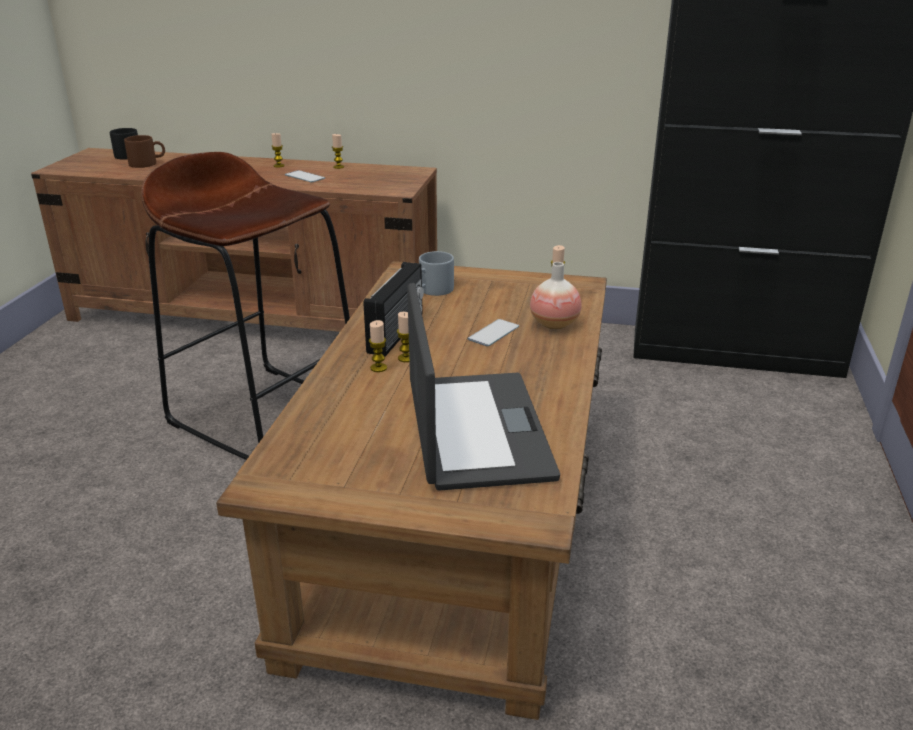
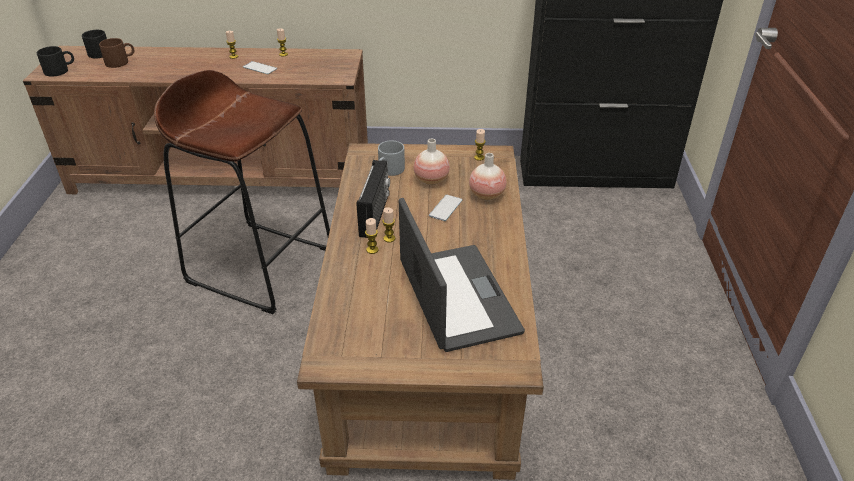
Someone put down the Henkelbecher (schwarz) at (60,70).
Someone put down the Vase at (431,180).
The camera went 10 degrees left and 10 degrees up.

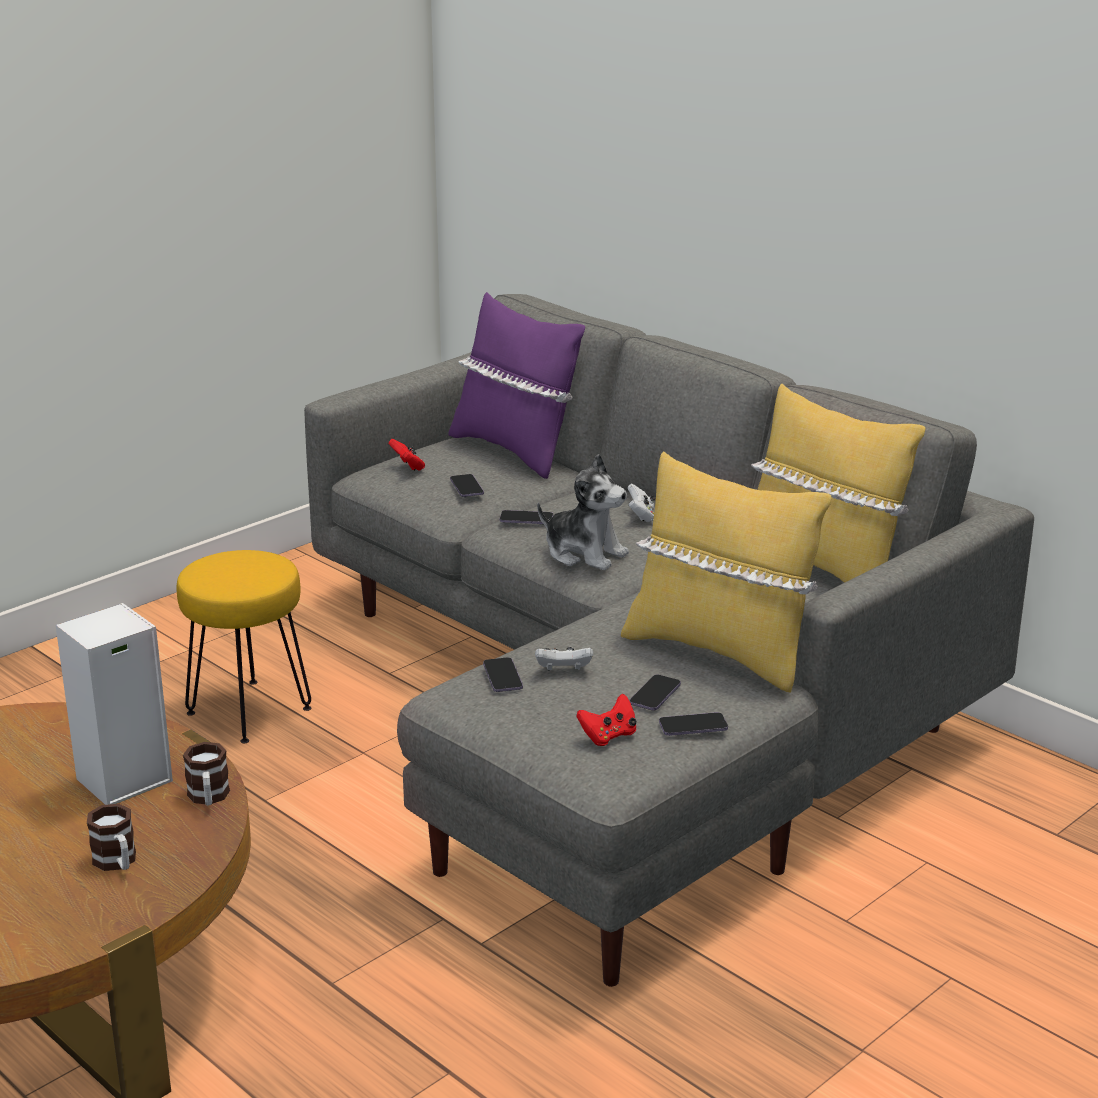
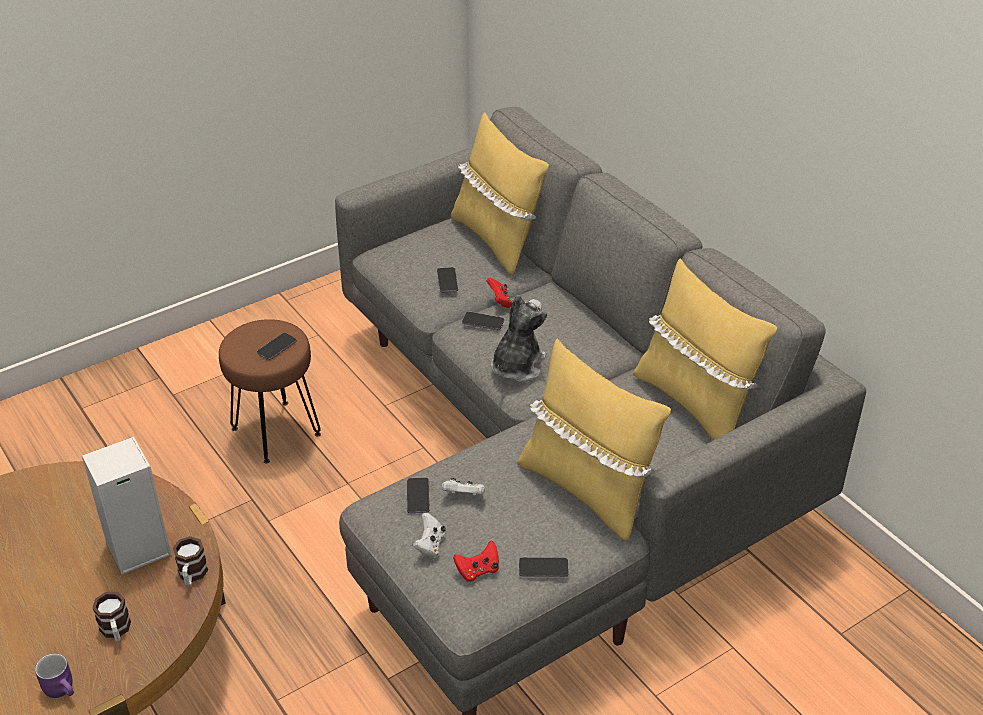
Someone put down the Henkelbecher (lila) at (63,688).
Someone repainted the Hocker (gelb) at (249,710), which became the Hocker (braun) at (276,431).
Someone carried the Handy from (655,694) to (277,347).
Someone carried the Gamepad (weiß) from (641,516) to (430,545).
Someone repainted the Kissen (lila) at (515,451), which became the Kissen (gelb) at (497,240).
Someone carried the Gamepad (rot) from (408,467) to (500,301).
Someone rotated the Plüschtier at (584,553) by 105 degrees counterclockwise.
The camera went 10 degrees right and 15 degrees up.

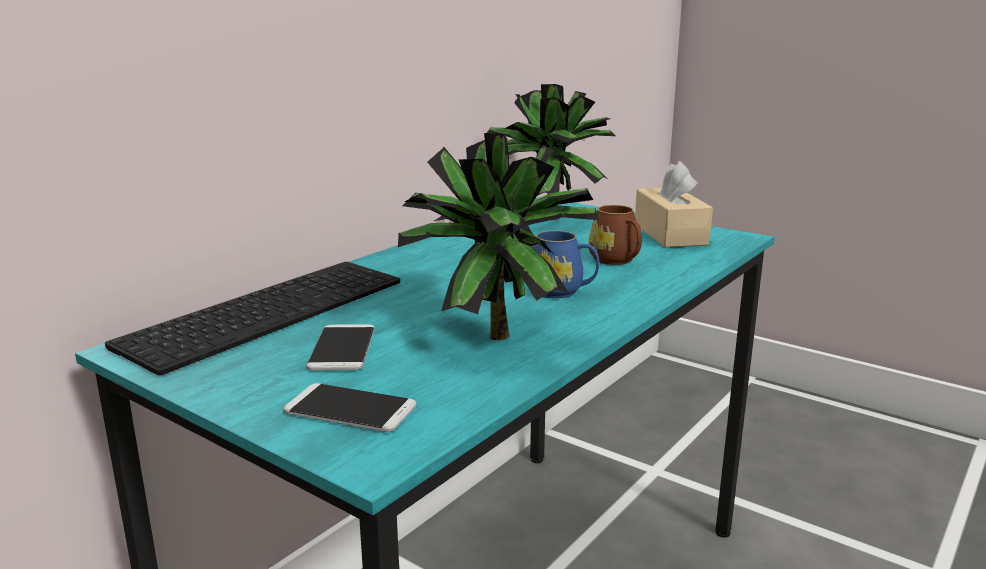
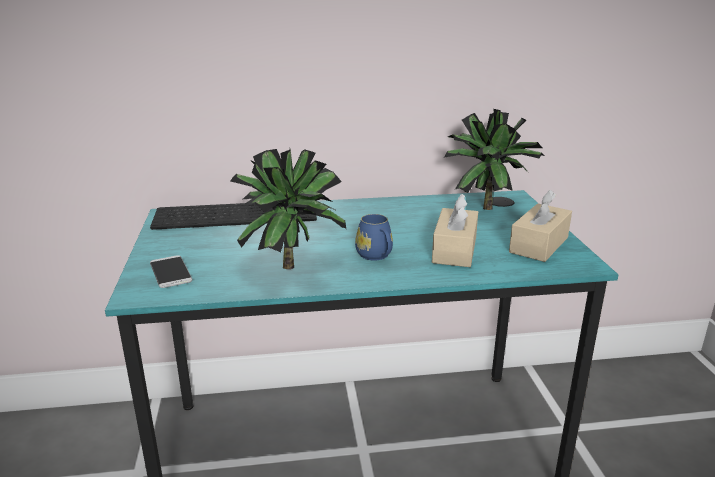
Someone swapped the Henkelbecher (braun) at (617,261) for the Taschentuchbox (beige) at (454,250).
Someone took away the Handy at (342,348).
The camera went 45 degrees right and 5 degrees up.

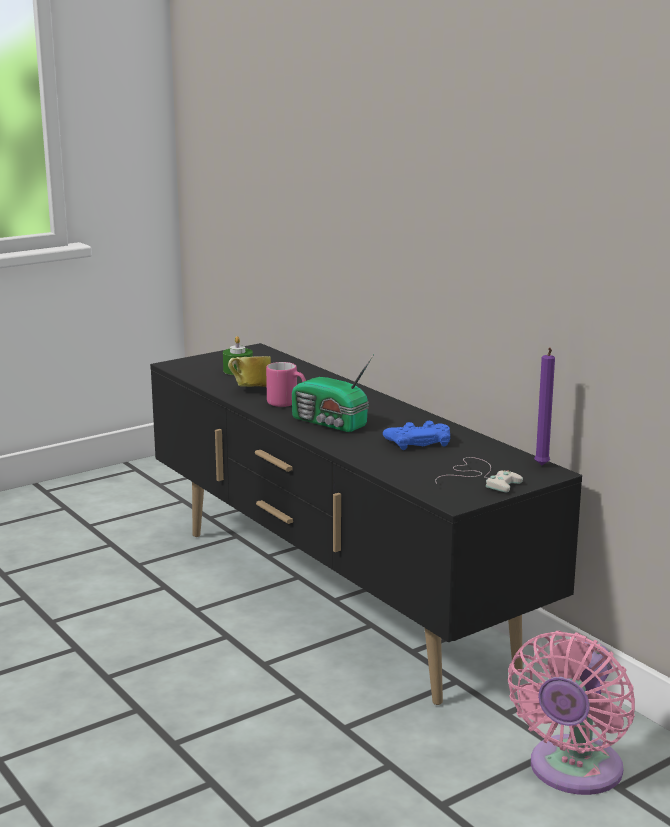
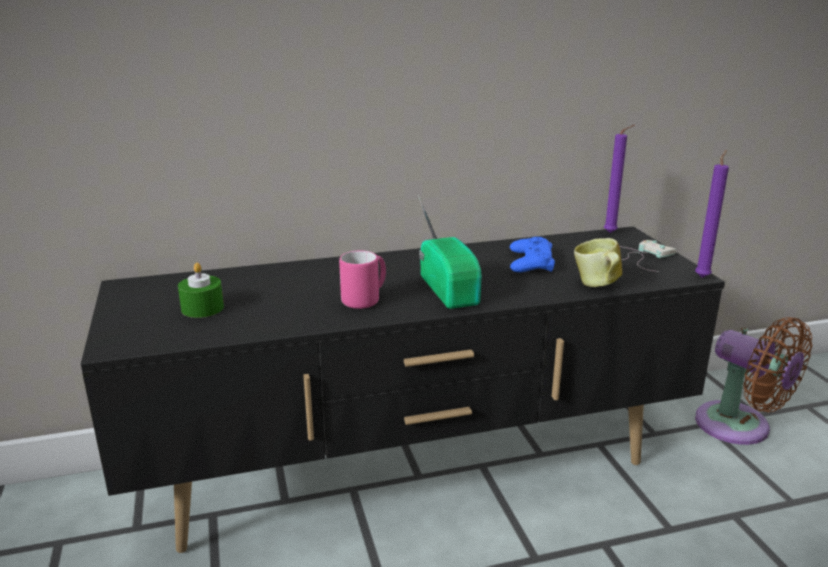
Someone rotated the Radio at (330,423) by 75 degrees counterclockwise.
Someone carried the Henkelbecher from (249,390) to (597,286).
Someone put down the Kerze (lila) at (703,277).
Someone repainted the Ventilator (rosa) at (572,772), which became the Ventilator (braun) at (739,427).
The camera went 70 degrees left and 5 degrees up.

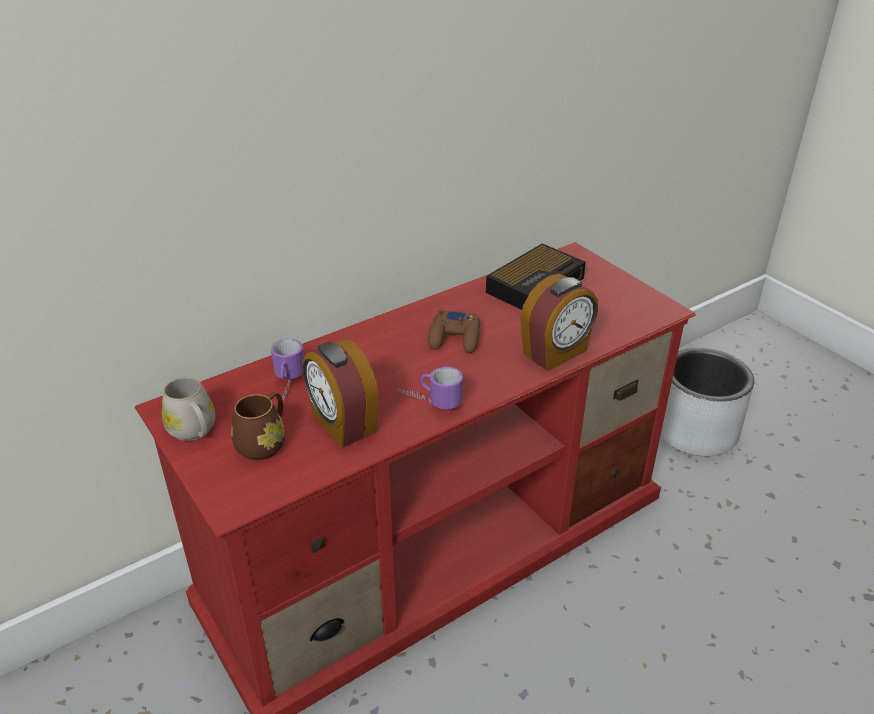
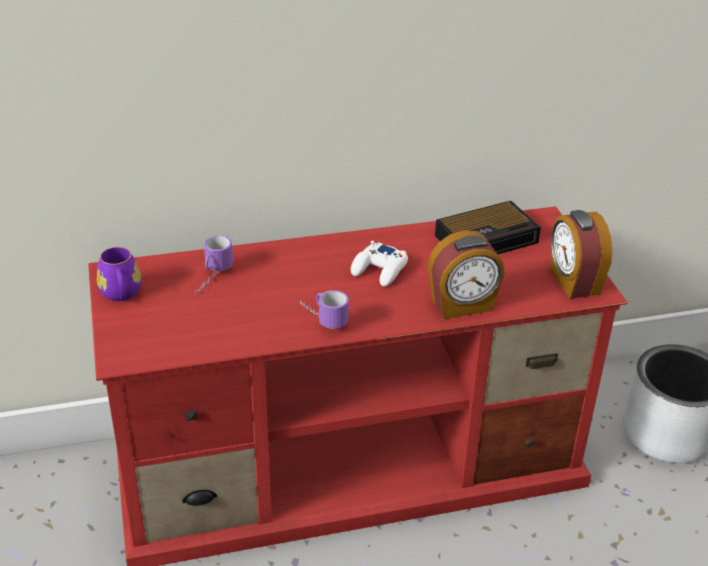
Someone repainted the Henkelbecher (weiß) at (194,432), which became the Henkelbecher (lila) at (121,295).
Someone repainted the Gamepad (braun) at (455,338), which became the Gamepad (weiß) at (380,270).
Someone carried the Wecker from (342,424) to (573,282).
Someone took away the Henkelbecher (braun) at (264,442).
The camera went 20 degrees right and 0 degrees up.

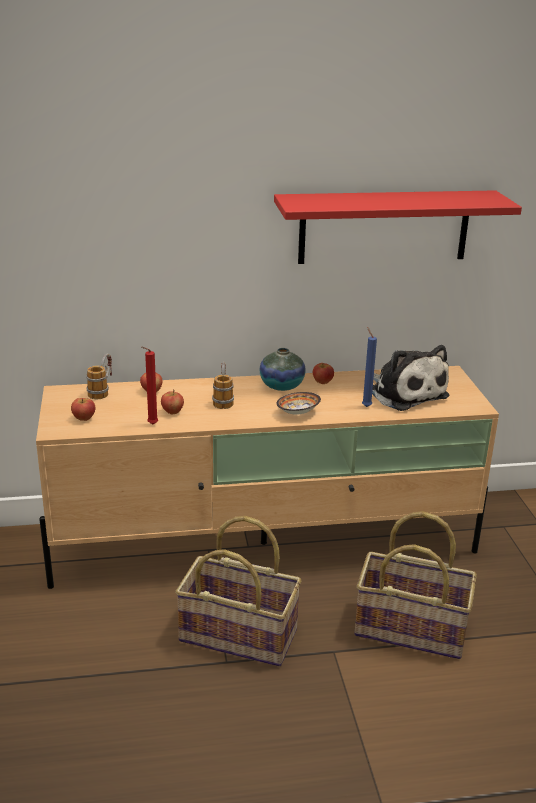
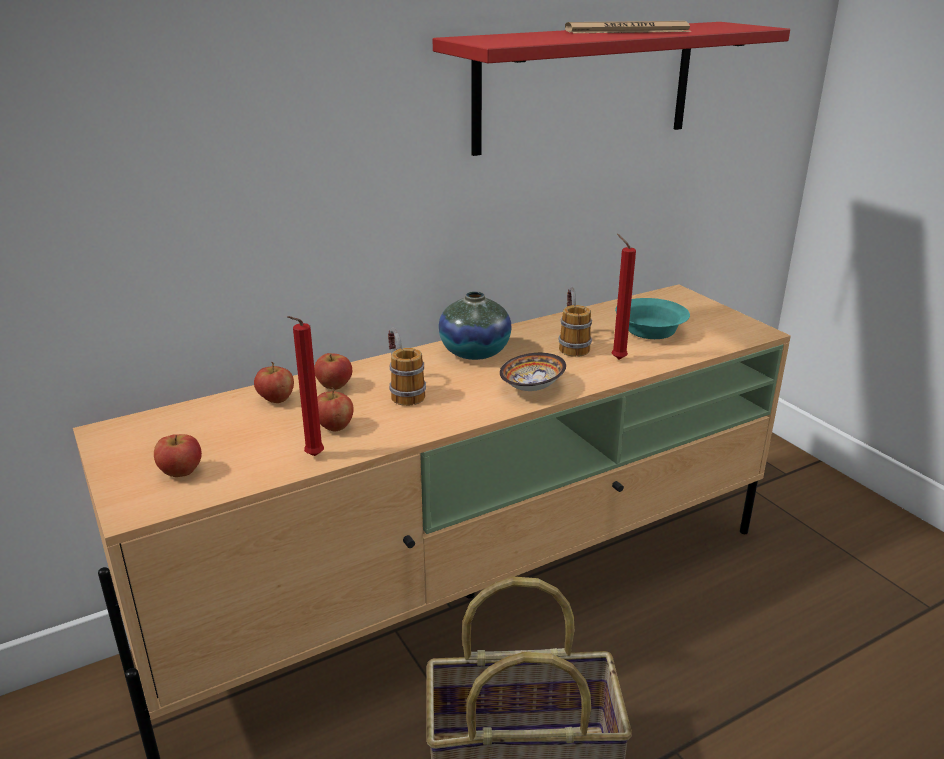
Someone carried the Apfel from (322,382) to (334,386).
Someone carried the Henkelbecher from (102,390) to (572,343).
Someone put down the Zeitung at (627,31).
Someone repainted the Kerze (blau) at (365,406), which became the Kerze (rot) at (616,358).
Someone swapped the Plüschtier at (405,392) for the Schüssel (türkis) at (649,330).
Someone took away the Korb at (411,628).
The camera went 20 degrees left and 0 degrees up.

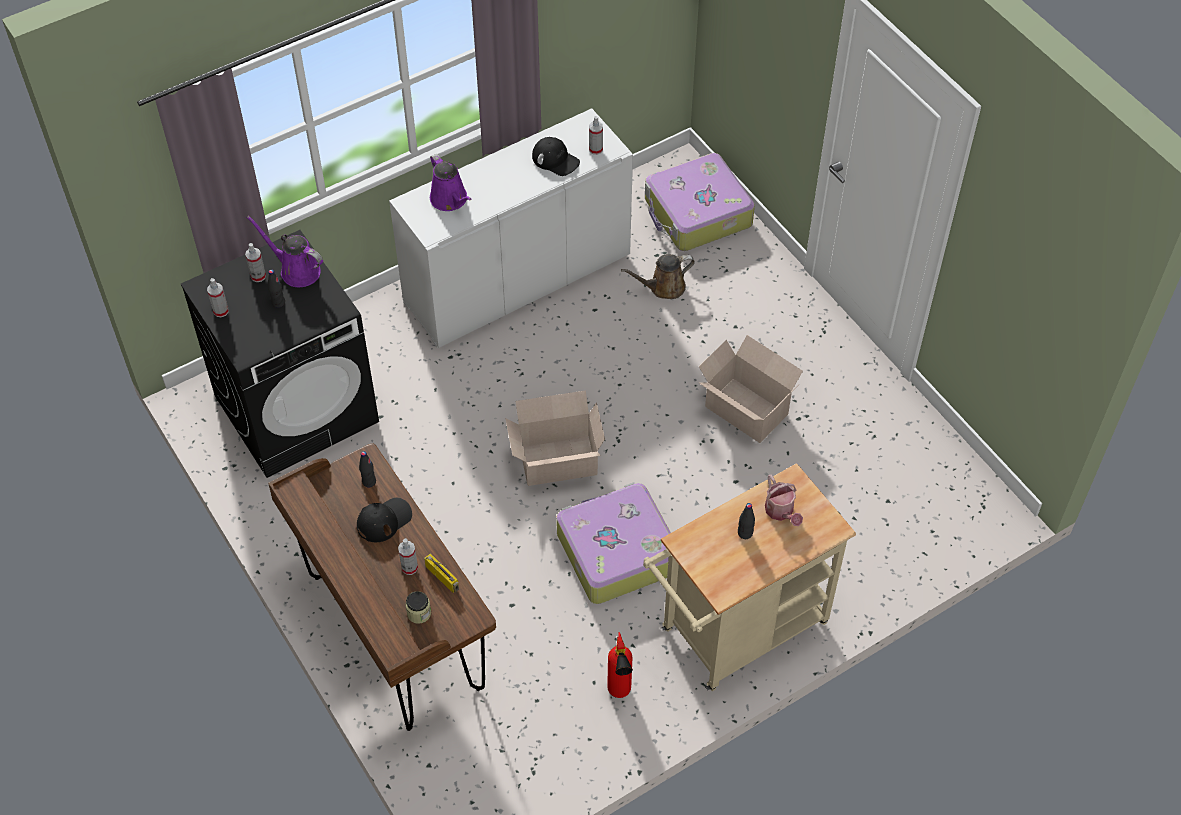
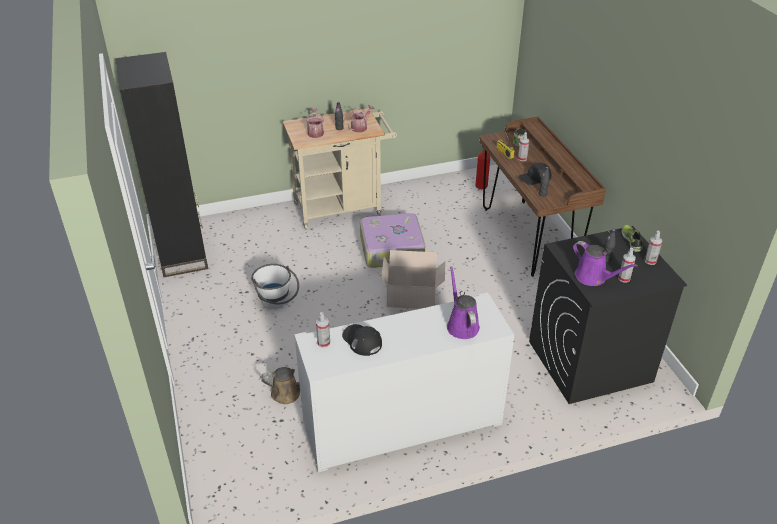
Someone put down the Bücherregal (schwarz) at (182,254).
Someone swapped the Karton at (745,408) for the Eimer (weiß) at (277,303).
Someone put down the Gießkanne at (360,127).
Someone carried the Feuerlöscher from (620,694) to (481,185).
Someone put down the Schuh at (632,241).
Someone took away the Koffer at (697,213).
The camera went 165 degrees left and 15 degrees down.

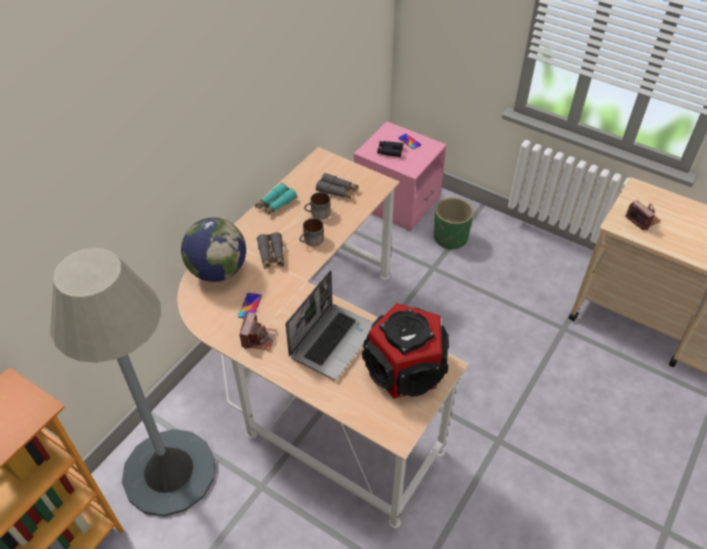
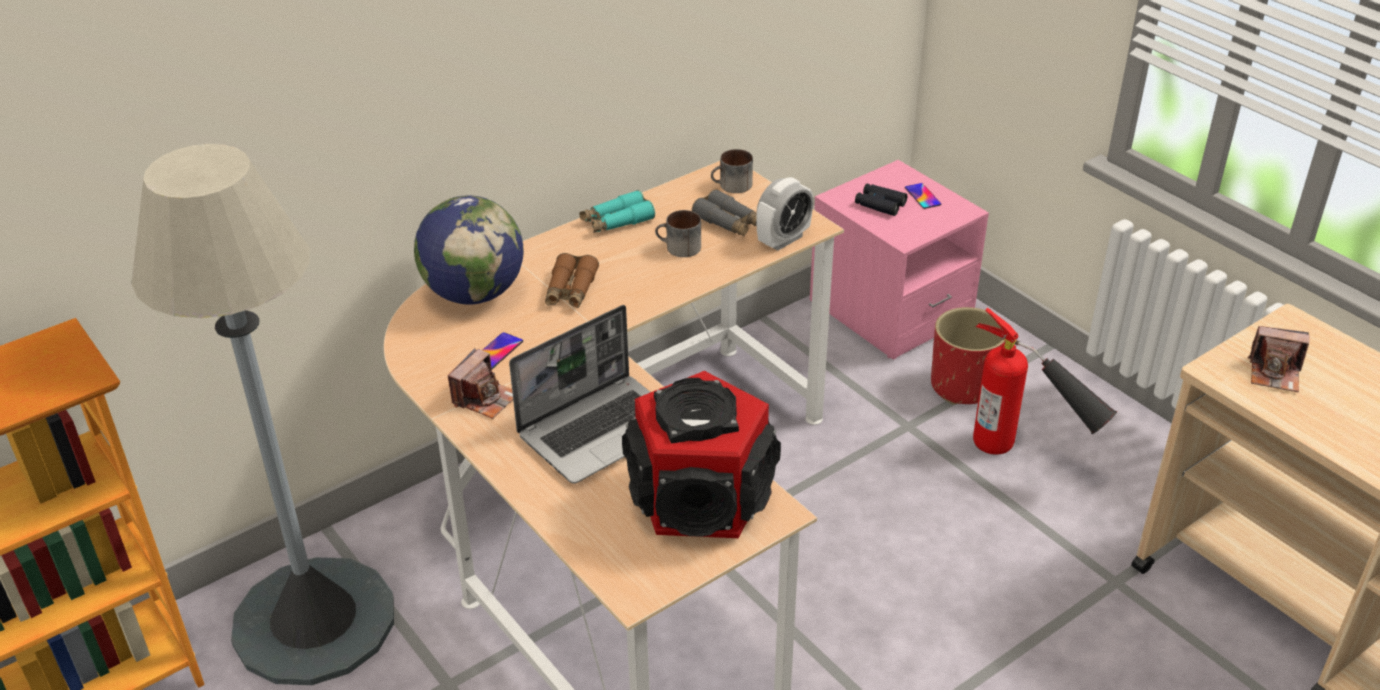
Someone repainted the Fernglas (grau) at (272,255), which became the Fernglas (braun) at (571,290).
Someone carried the Henkelbecher from (312,241) to (732,186).
Someone put down the Wecker at (783,240).
Someone repainted the Pflanzkübel (grün) at (450,238), which became the Pflanzkübel (rot) at (963,386).
Someone put down the Feuerlöscher at (1027,458).
Someone rotated the Kamera at (642,219) by 120 degrees clockwise.
The camera went 20 degrees right and 10 degrees down.

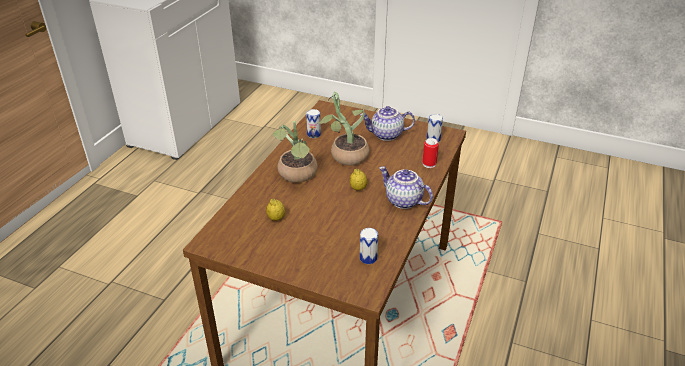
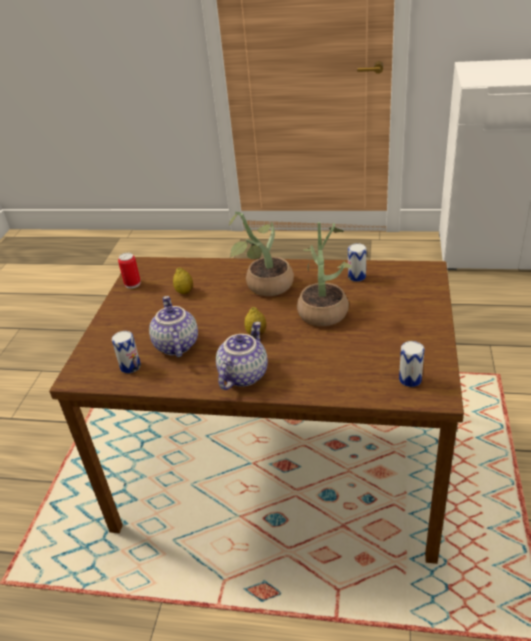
Someone carried the Dose from (429,164) to (132,284).
Someone carried the Teekanne from (386,135) to (175,345).
The camera went 80 degrees right and 0 degrees up.

